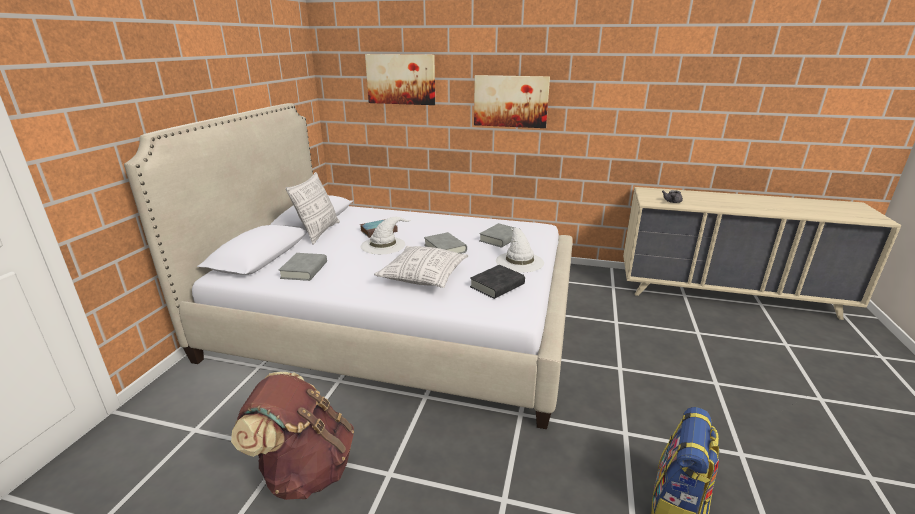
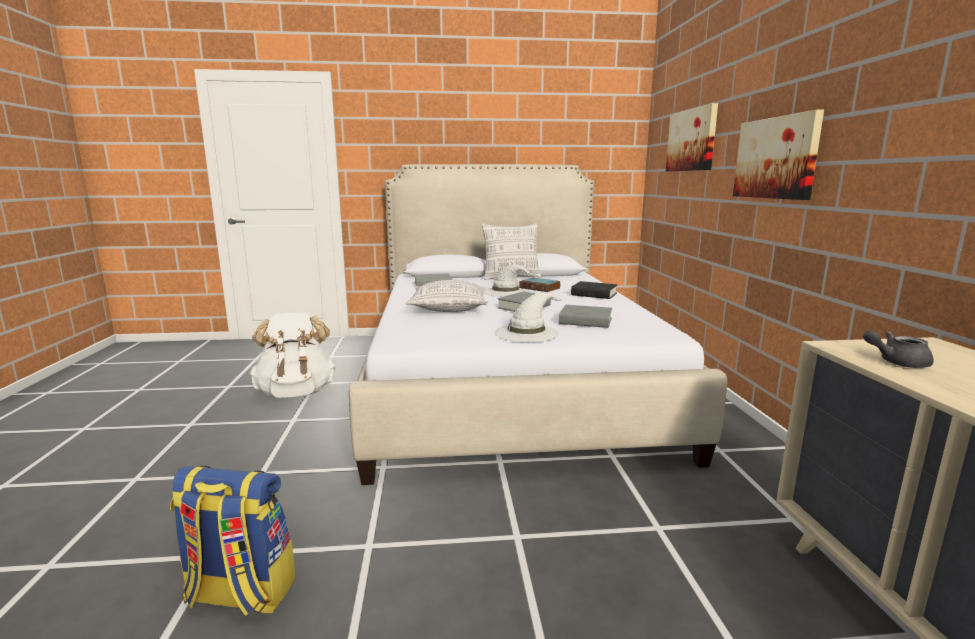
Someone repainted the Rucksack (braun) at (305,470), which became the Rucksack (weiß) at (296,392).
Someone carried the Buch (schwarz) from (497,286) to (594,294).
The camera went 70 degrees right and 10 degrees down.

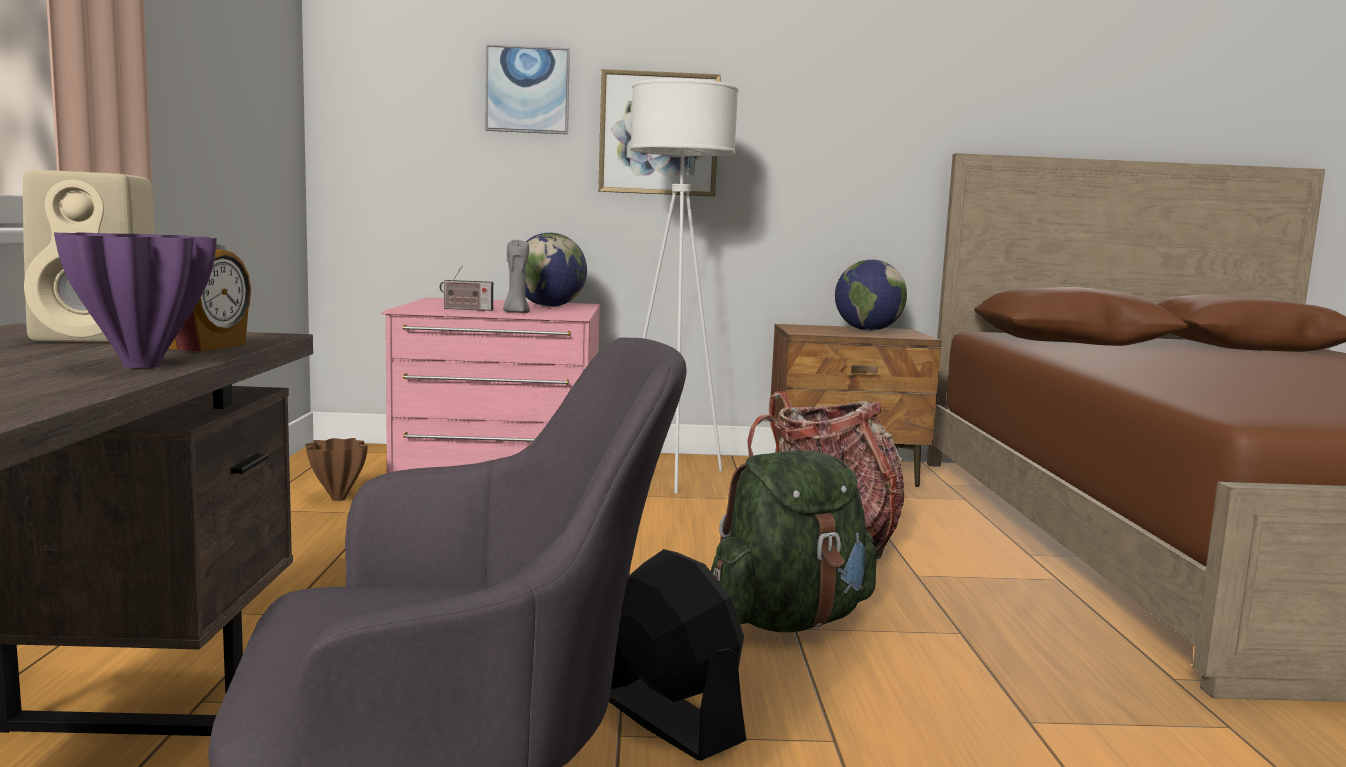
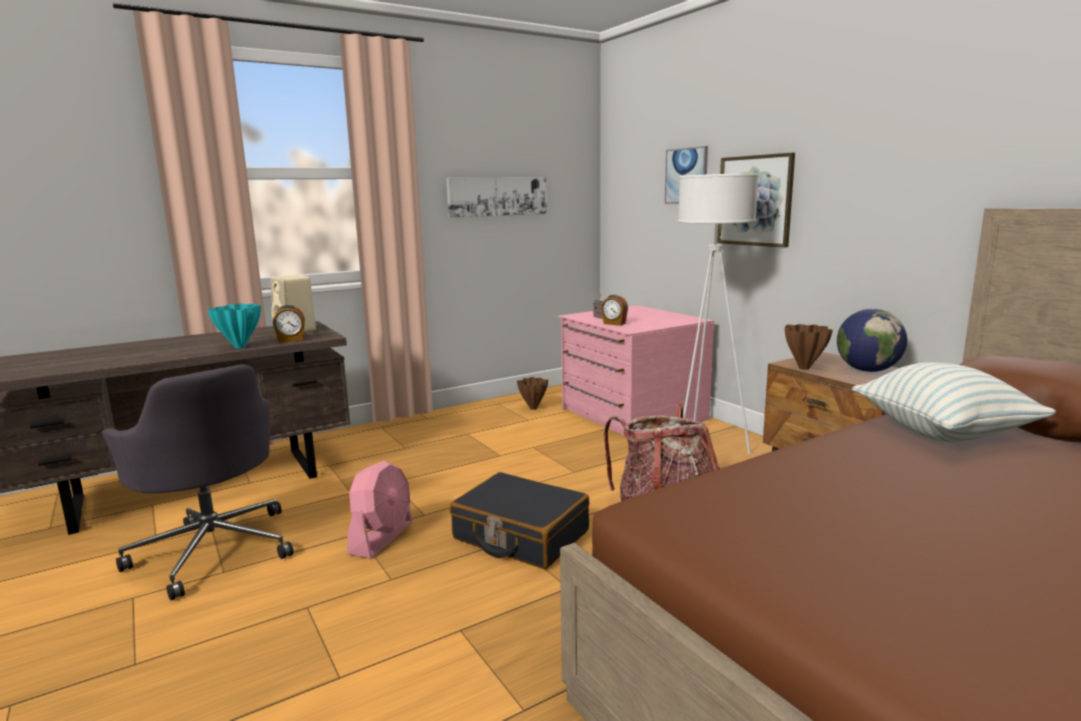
Someone repainted the Vase (lila) at (144,365), which became the Vase (türkis) at (241,347).
Someone repainted the Ventilator (schwarz) at (667,717), which became the Ventilator (rosa) at (382,537).
Someone put up the Bild at (497,196).
Someone swapped the Rucksack (grün) at (789,620) for the Koffer (schwarz) at (520,535).
Someone swapped the Kerze (grau) at (516,312) for the Wecker at (614,323).
Someone put down the Vase (braun) at (805,368).
Someone put down the Kissen at (942,433).
Someone took away the Globus at (549,306).
The camera went 60 degrees right and 5 degrees up.

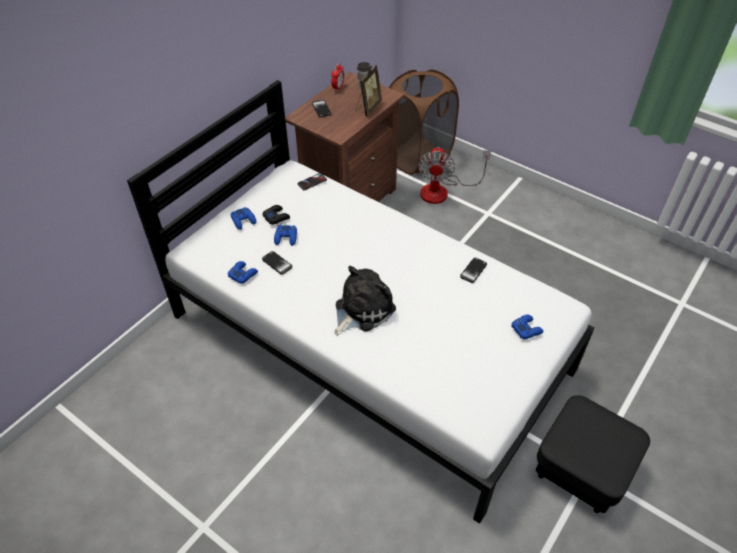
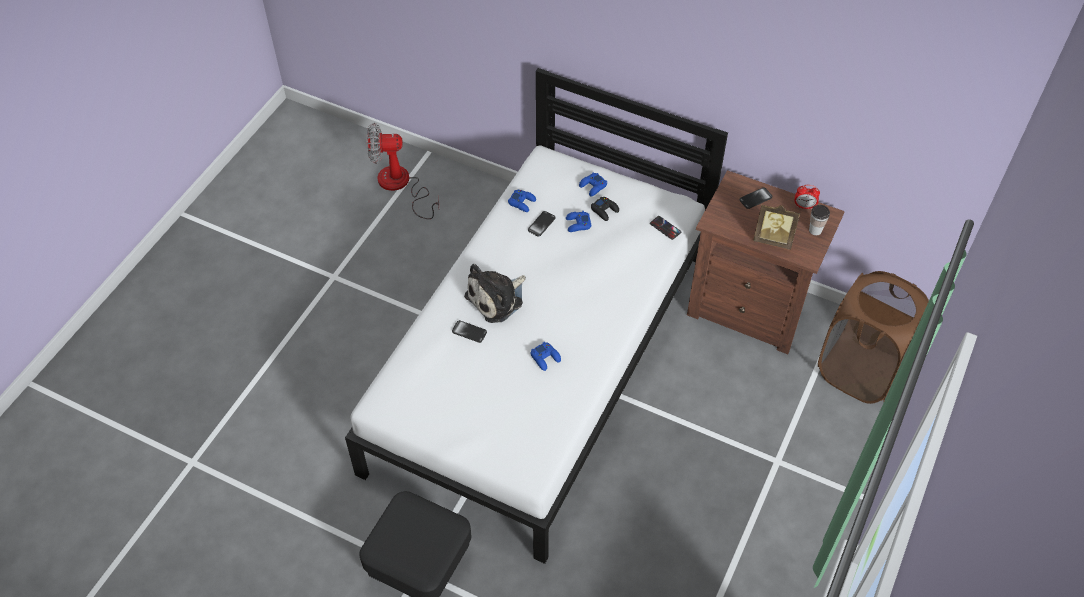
Someone carried the Ventilator from (442,190) to (401,186).
Someone carried the Handy from (473,270) to (469,332).
Someone rotated the Plüschtier at (361,309) by 105 degrees clockwise.
Someone carried the Gamepad (blau) from (526,329) to (545,358).
The camera went 80 degrees right and 5 degrees up.

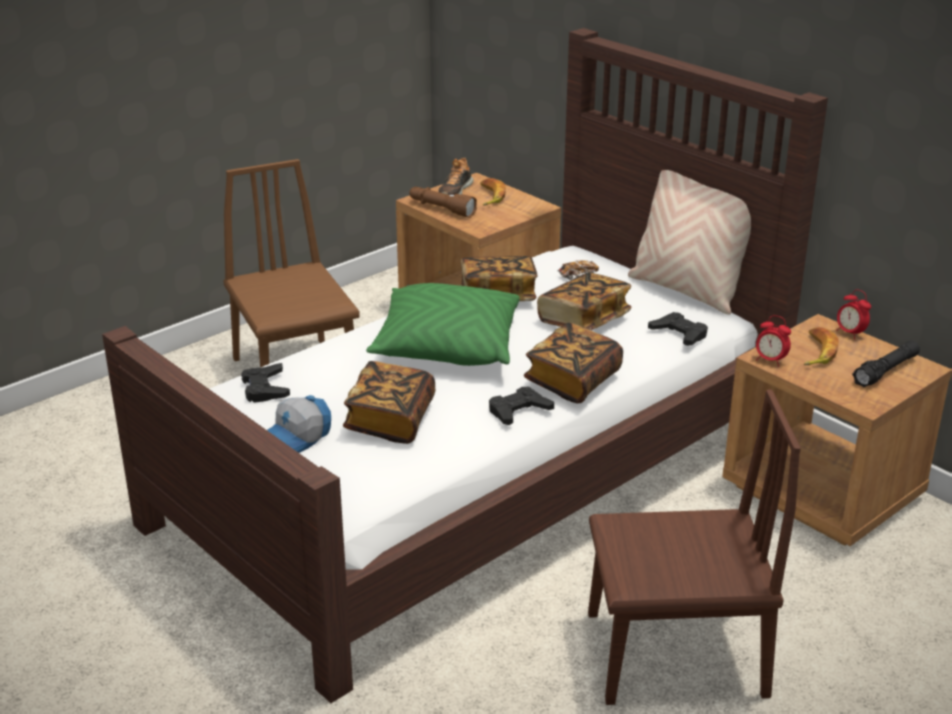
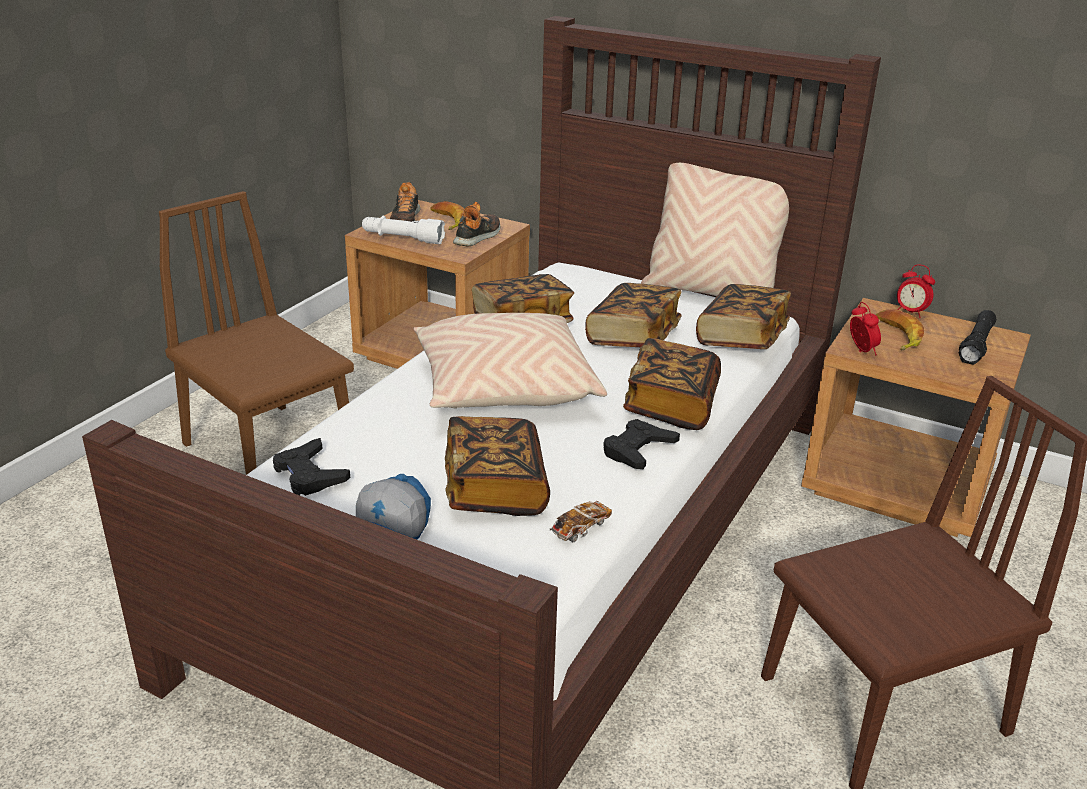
Someone repainted the Taschenlampe (braun) at (441,209), which became the Taschenlampe (weiß) at (402,239).
Someone repainted the Kissen (grün) at (447,347), which became the Kissen (beige) at (504,388).
Someone put down the Schuh at (478,236).
Someone carried the Spielzeugauto from (578,275) to (581,529).
Someone swapped the Gamepad (schwarz) at (679,334) for the Buch at (741,337).
Someone rotated the Wecker at (770,360) by 120 degrees counterclockwise.
The camera went 20 degrees left and 0 degrees up.

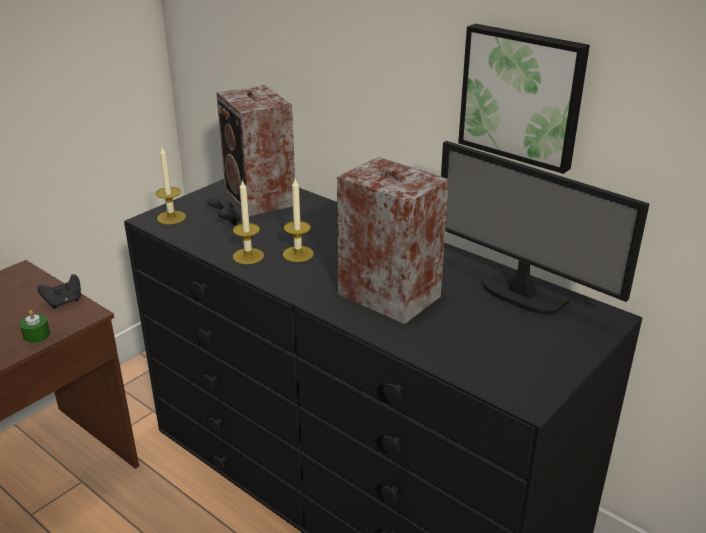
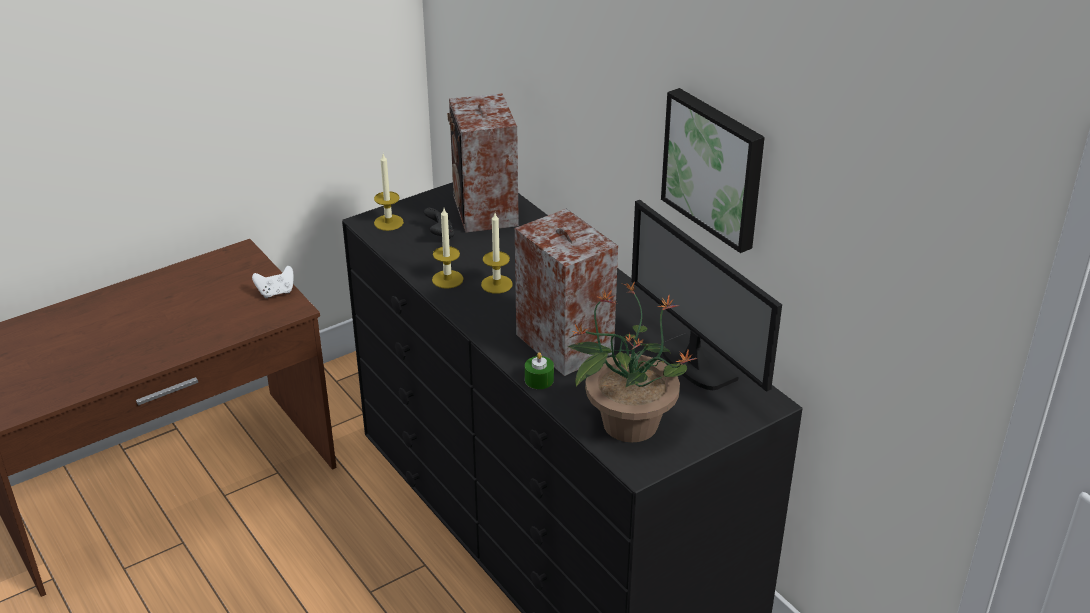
Someone repainted the Gamepad (schwarz) at (64,302), which became the Gamepad (weiß) at (276,292).
Someone carried the Kerze (grün) from (36,335) to (539,380).
Someone put down the Topfpflanze at (628,423).
The camera went 15 degrees right and 5 degrees up.

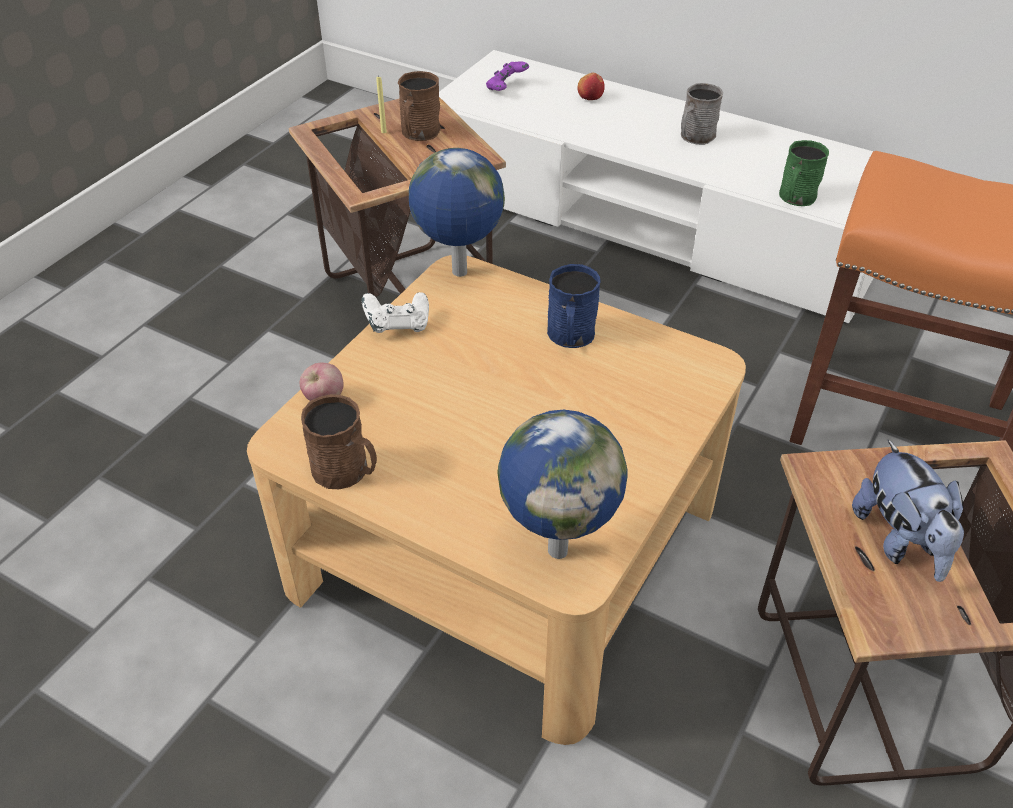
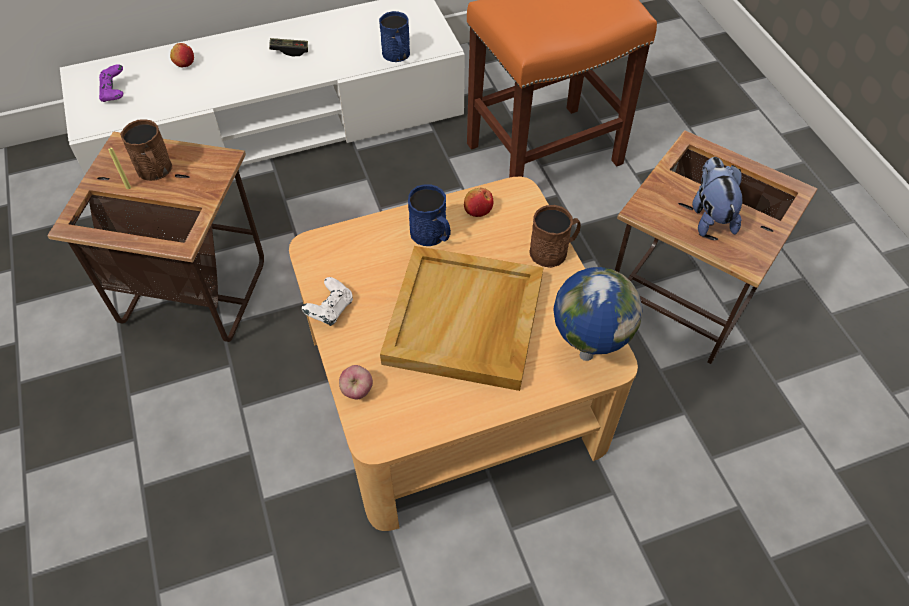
Someone swapped the Henkelbecher (grau) at (694,137) for the Gamepad at (290,51).
Someone repainted the Henkelbecher (grün) at (796,198), which became the Henkelbecher (blau) at (397,55).
Someone put down the Tablett (beige) at (465,321).
Someone put down the Apfel at (478,210).
Someone carried the Henkelbecher (braun) from (346,471) to (553,251).
Someone rotated the Plüschtier at (900,541) by 120 degrees counterclockwise.
Someone took away the Globus at (459,273).
The camera went 50 degrees left and 10 degrees up.

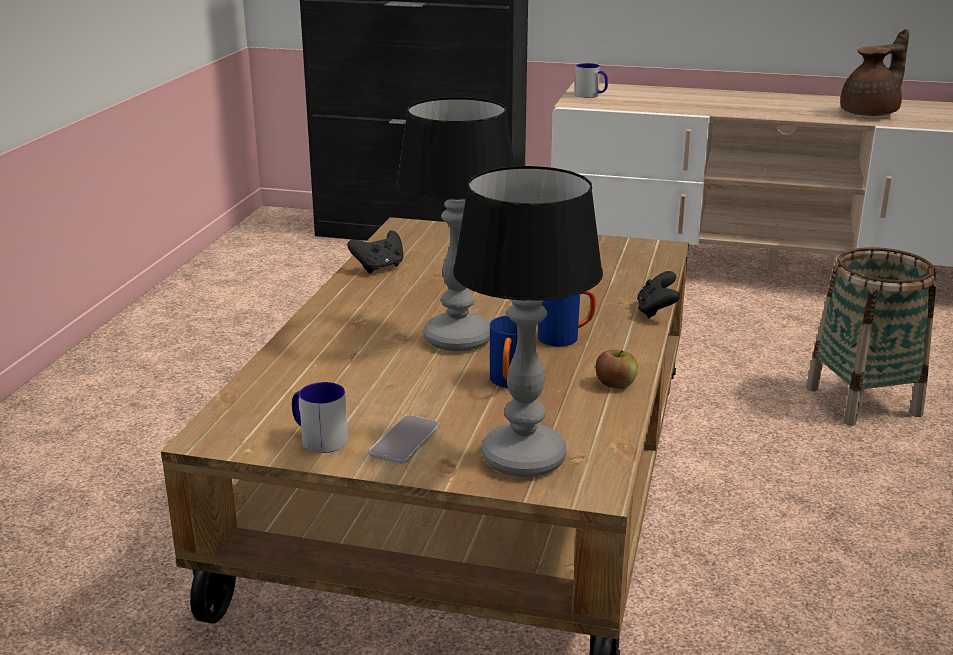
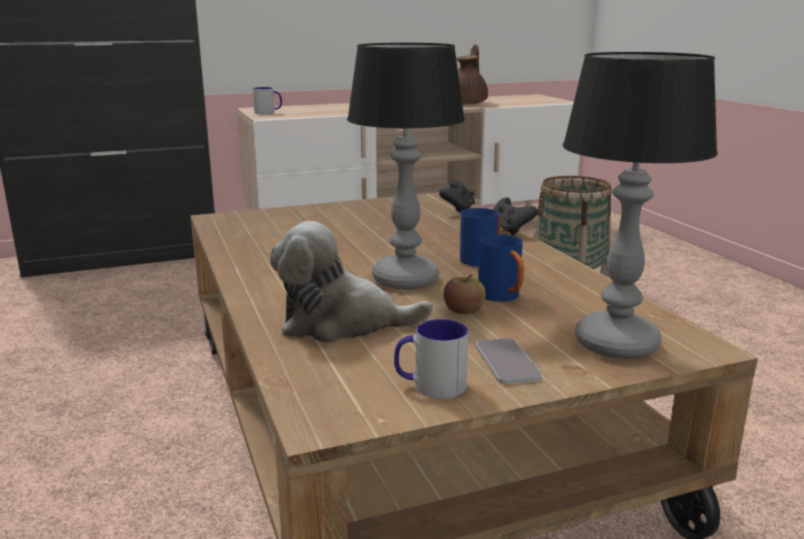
Someone put down the Plüschtier at (341,324).
Someone carried the Gamepad (schwarz) from (379,267) to (458,210).
Someone carried the Apfel from (615,384) to (463,310).
The camera went 35 degrees left and 5 degrees down.

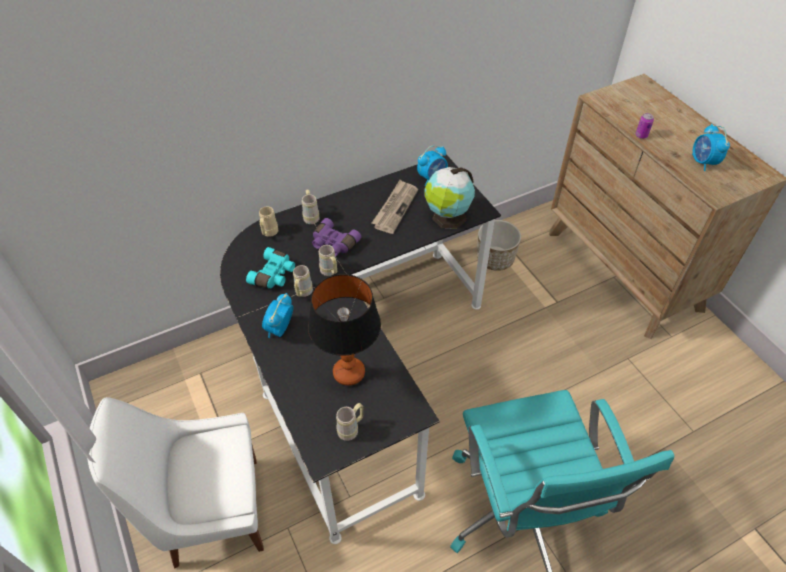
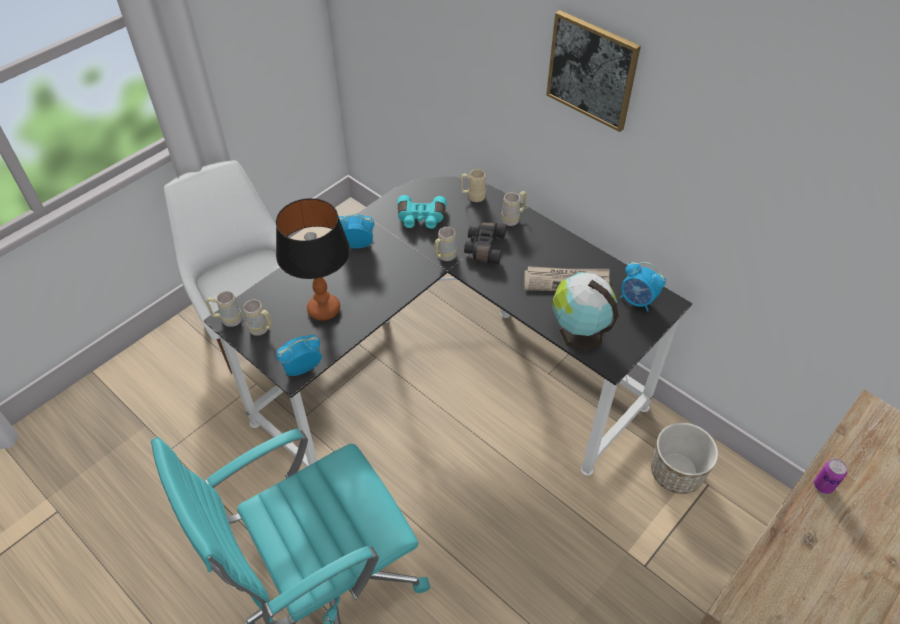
Someone carried the Henkelbecher (beige) from (302,293) to (227,320).
Someone carried the Wecker from (703,162) to (302,368).
Someone repainted the Fernglas (lila) at (333,244), which became the Fernglas (schwarz) at (484,247).
Someone put up the Bild at (592,70).
The camera went 70 degrees right and 0 degrees up.

